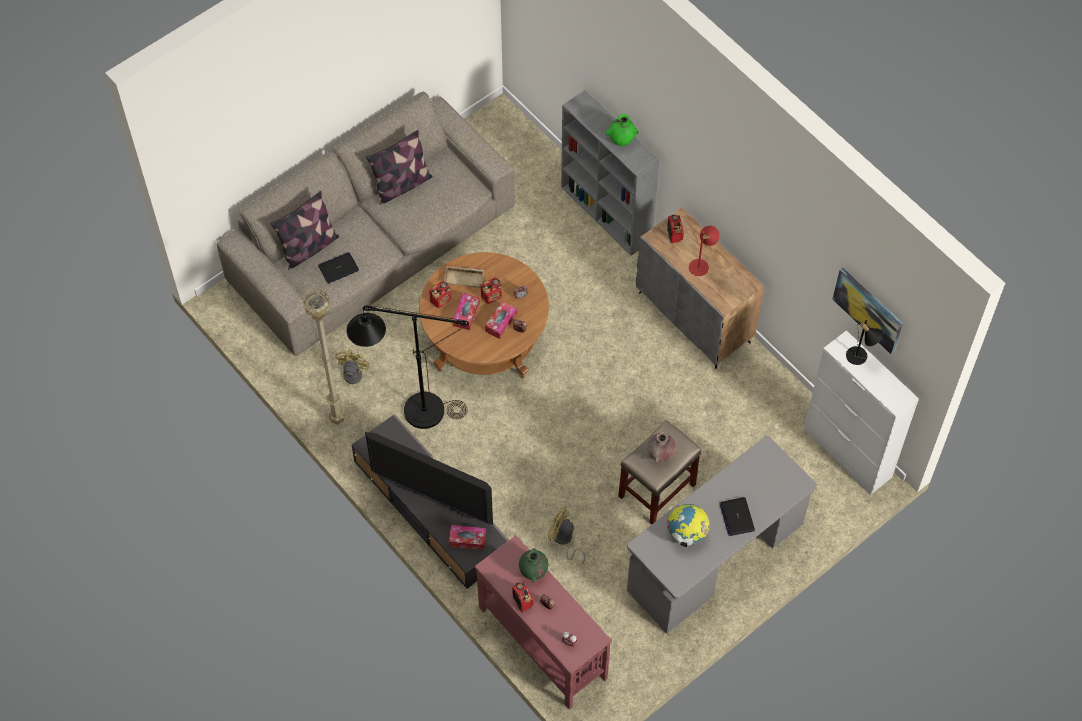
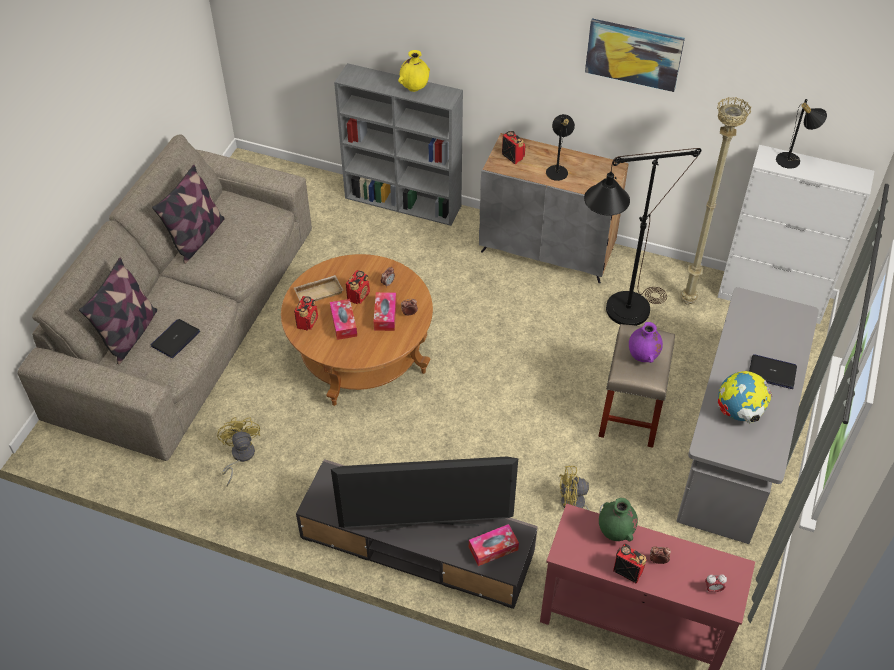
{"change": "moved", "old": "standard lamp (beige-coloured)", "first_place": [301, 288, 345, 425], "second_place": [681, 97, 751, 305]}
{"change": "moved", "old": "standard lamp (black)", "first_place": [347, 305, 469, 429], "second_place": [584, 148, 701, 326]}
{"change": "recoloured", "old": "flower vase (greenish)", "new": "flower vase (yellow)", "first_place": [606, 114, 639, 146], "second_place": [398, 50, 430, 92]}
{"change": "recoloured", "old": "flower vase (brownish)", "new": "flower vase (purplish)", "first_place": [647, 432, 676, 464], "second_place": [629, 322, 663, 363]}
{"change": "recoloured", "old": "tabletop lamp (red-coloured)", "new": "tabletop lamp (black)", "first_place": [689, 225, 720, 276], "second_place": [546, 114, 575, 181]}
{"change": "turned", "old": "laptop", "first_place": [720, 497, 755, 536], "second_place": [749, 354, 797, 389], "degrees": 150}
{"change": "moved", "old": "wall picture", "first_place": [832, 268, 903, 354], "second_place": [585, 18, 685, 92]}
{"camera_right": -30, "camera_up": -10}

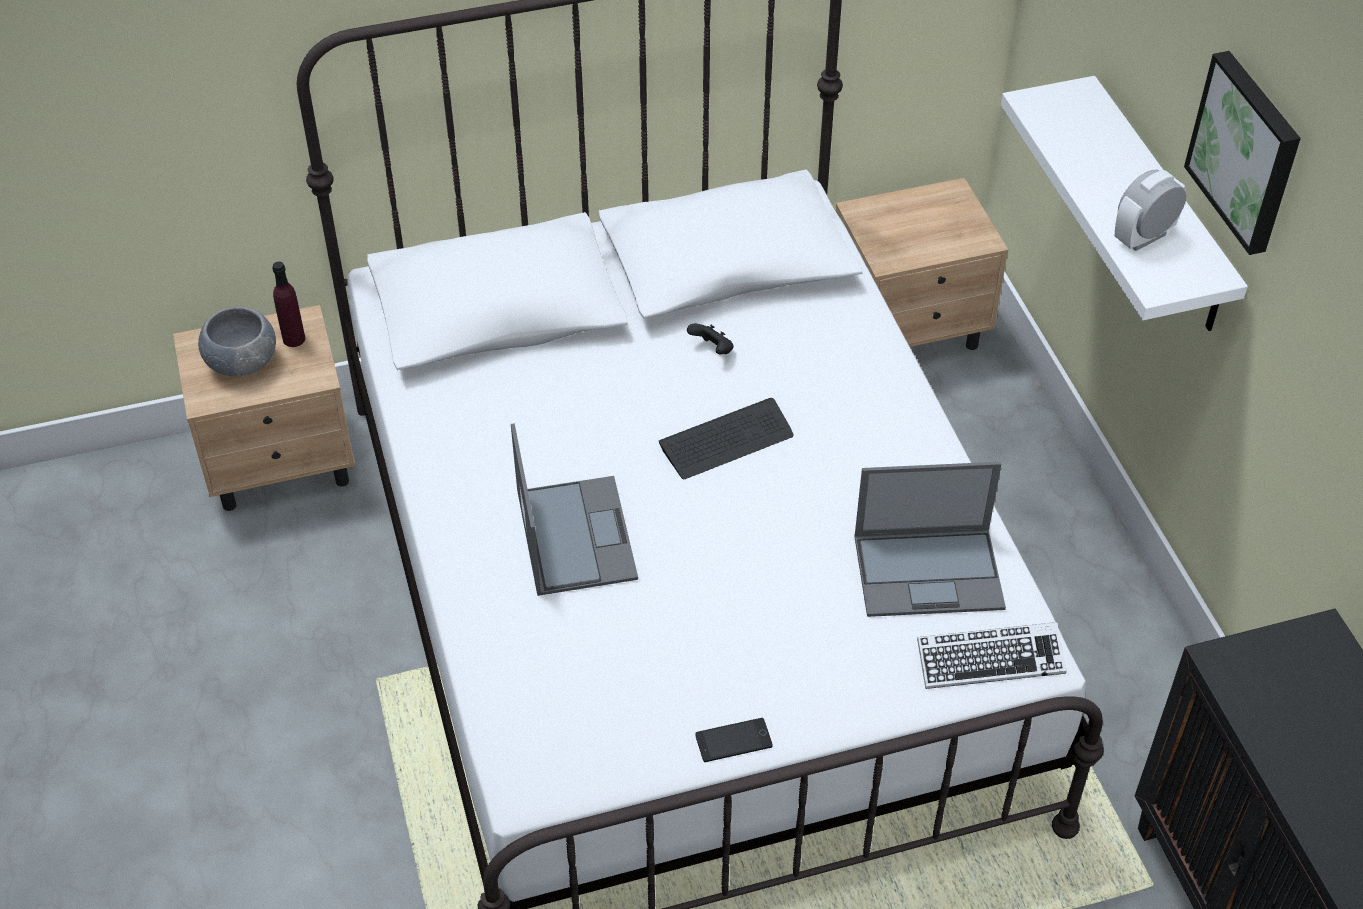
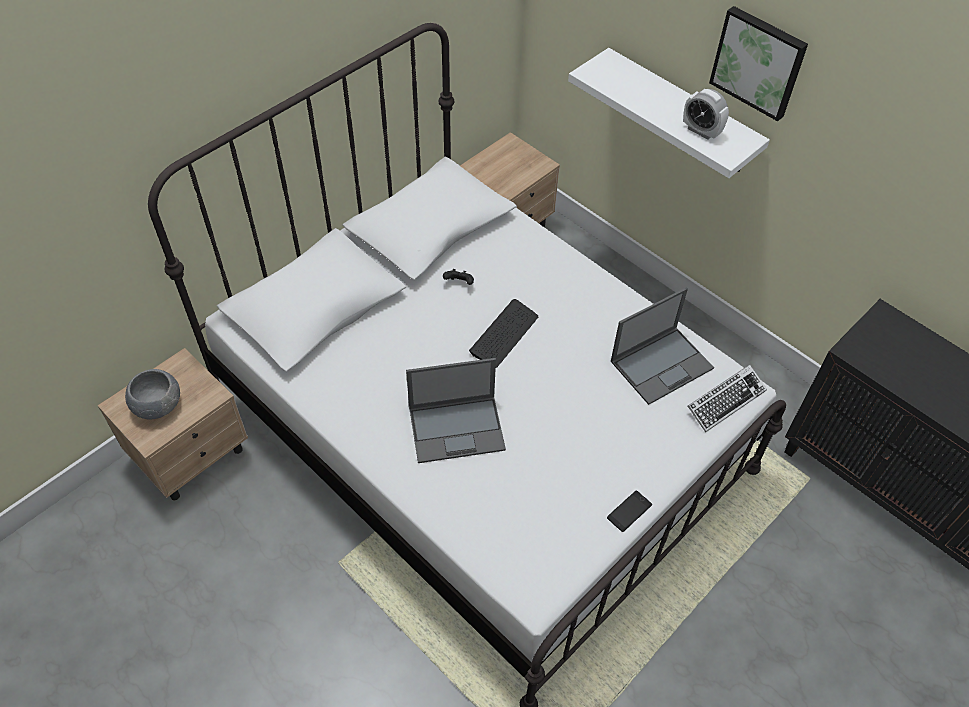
{"change": "removed", "old": "bottle (purplish)", "first_place": [272, 262, 305, 347]}
{"change": "turned", "old": "laptop", "first_place": [511, 423, 638, 596], "second_place": [406, 358, 506, 463], "degrees": 120}
{"change": "turned", "old": "table clock", "first_place": [1115, 170, 1186, 251], "second_place": [683, 89, 729, 140], "degrees": -75}
{"camera_right": -30, "camera_up": 5}

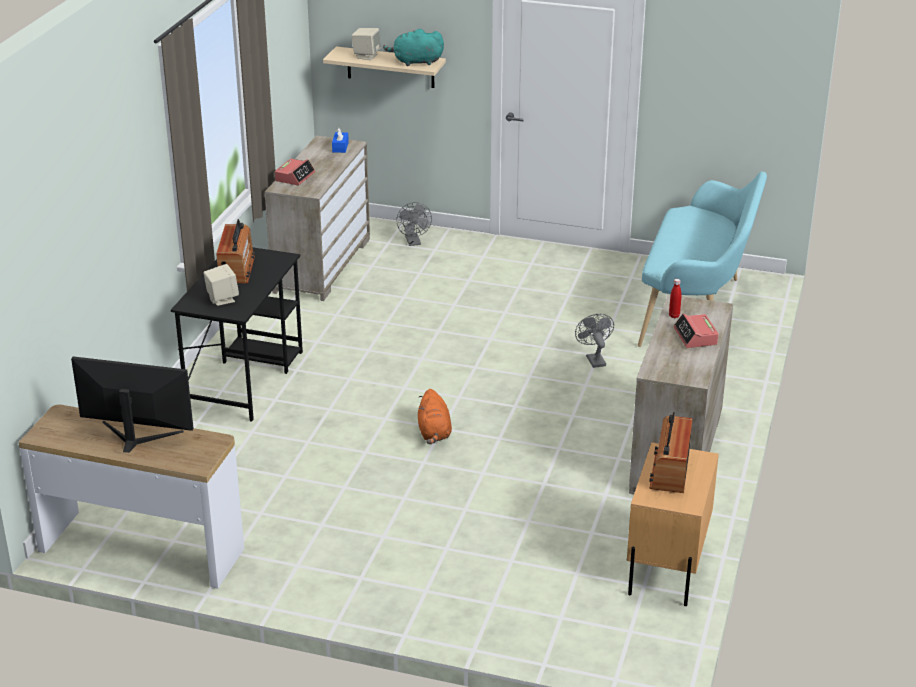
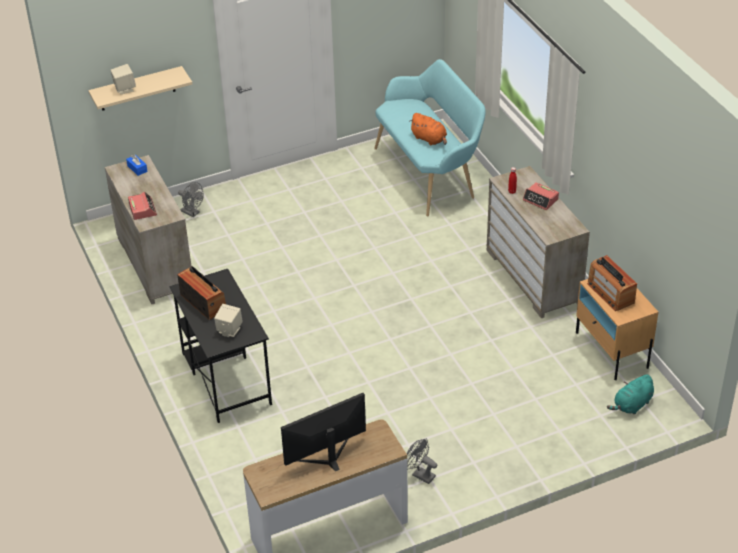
{"change": "moved", "old": "cuddly toy (turquoise)", "first_place": [383, 29, 444, 66], "second_place": [607, 375, 654, 414]}
{"change": "moved", "old": "cuddly toy (orange-coloured)", "first_place": [418, 389, 452, 444], "second_place": [409, 113, 447, 145]}
{"change": "moved", "old": "electric fan (grey)", "first_place": [575, 314, 614, 368], "second_place": [407, 439, 437, 484]}
{"camera_right": -40, "camera_up": 10}

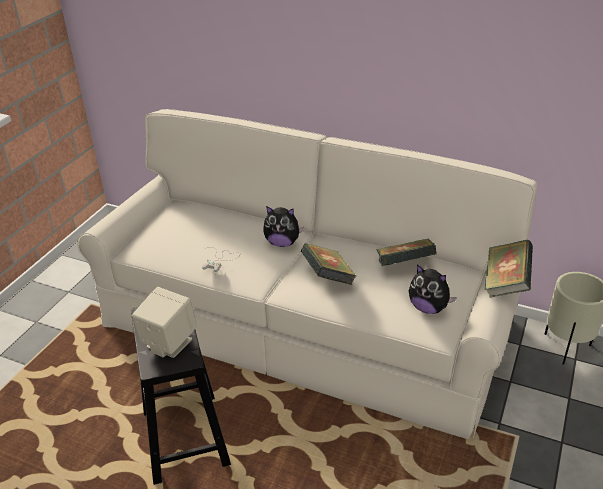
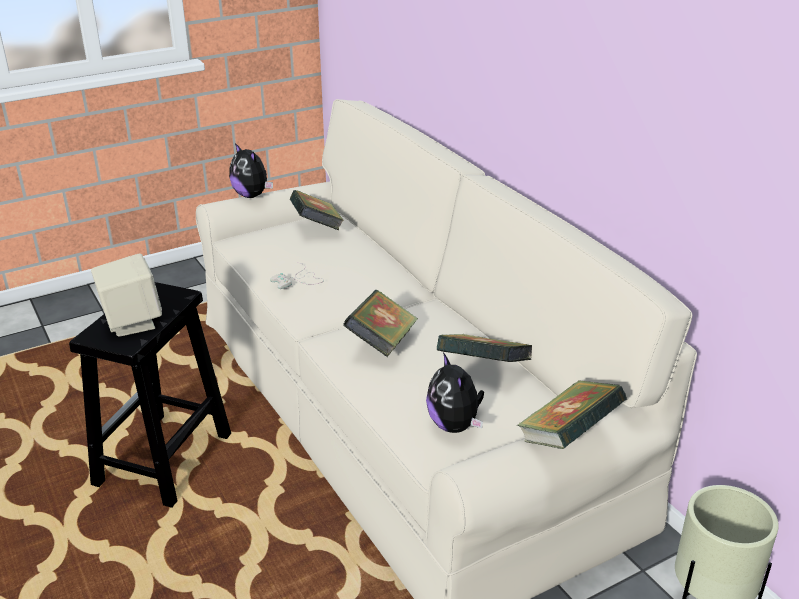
{"change": "moved", "old": "cuddly toy", "first_place": [263, 206, 304, 247], "second_place": [229, 143, 273, 198]}
{"change": "added", "new": "book", "second_place": [290, 190, 344, 230]}
{"camera_right": 35, "camera_up": -5}

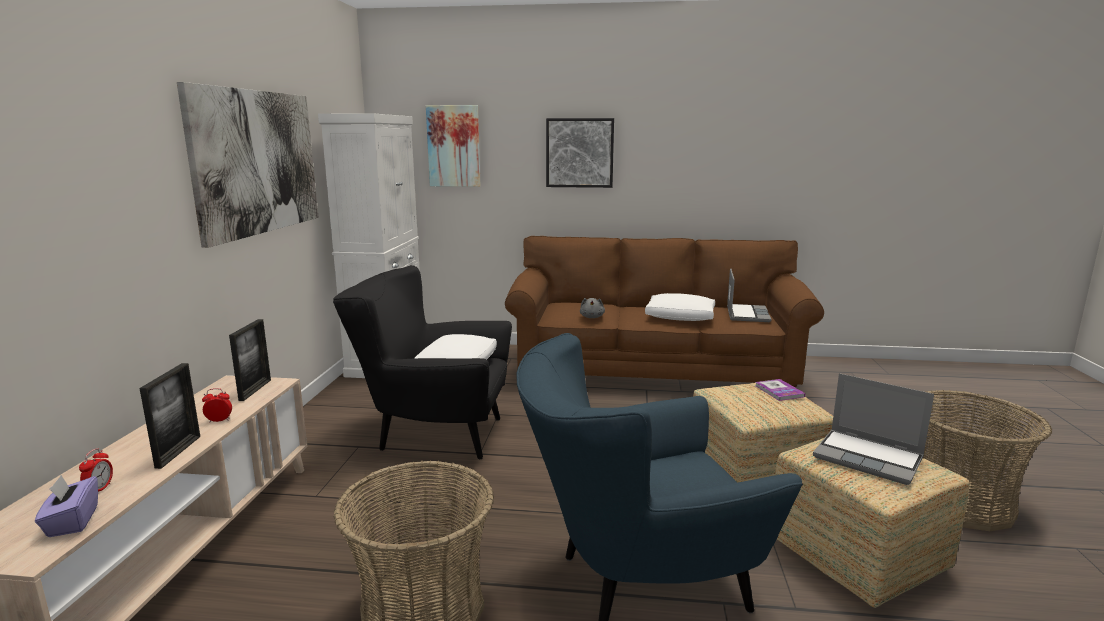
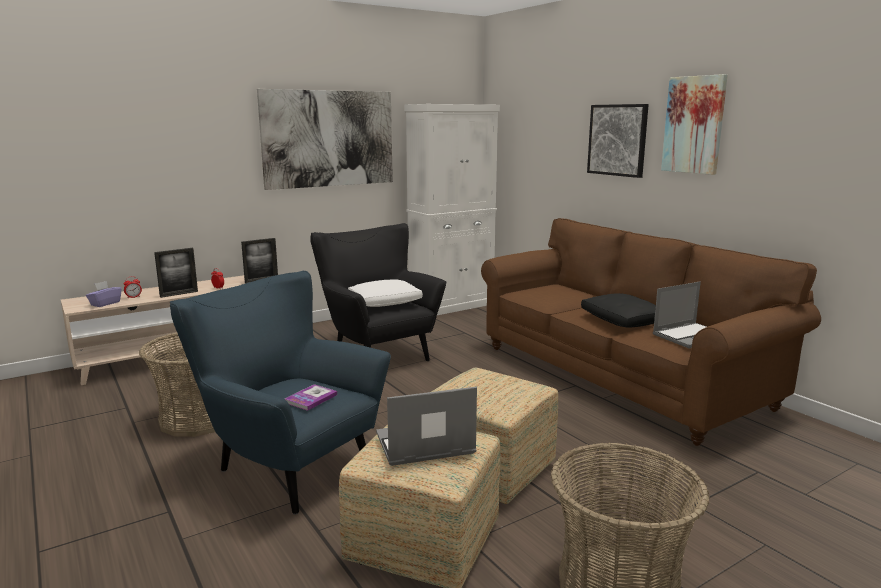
{"change": "moved", "old": "wall picture", "first_place": [426, 105, 480, 187], "second_place": [661, 74, 728, 175]}
{"change": "removed", "old": "cuddly toy (grey)", "first_place": [580, 298, 605, 318]}
{"change": "recoloured", "old": "cushion (white-coloured)", "new": "cushion (black)", "first_place": [645, 293, 715, 321], "second_place": [581, 293, 656, 328]}
{"change": "moved", "old": "book", "first_place": [756, 379, 805, 401], "second_place": [285, 384, 337, 411]}
{"change": "turned", "old": "laptop", "first_place": [813, 373, 934, 485], "second_place": [376, 387, 477, 466], "degrees": 75}
{"camera_right": 50, "camera_up": 0}

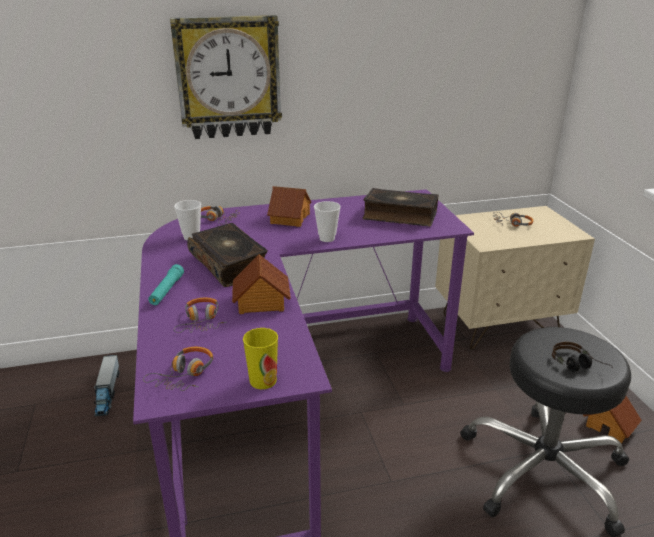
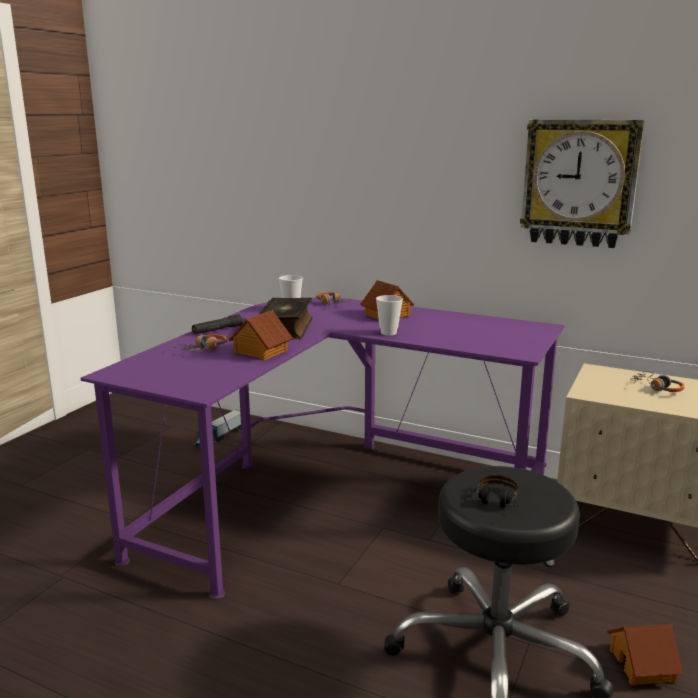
{"change": "removed", "old": "headset", "first_place": [143, 347, 213, 391]}
{"change": "recoloured", "old": "hand torch (turquoise)", "new": "hand torch (black)", "first_place": [148, 264, 184, 305], "second_place": [192, 314, 243, 334]}
{"change": "moved", "old": "clock on the wall", "first_place": [170, 15, 282, 139], "second_place": [520, 119, 645, 248]}
{"change": "removed", "old": "drinking cup", "first_place": [243, 328, 278, 389]}
{"change": "removed", "old": "book", "first_place": [363, 188, 439, 226]}
{"camera_right": 40, "camera_up": -10}

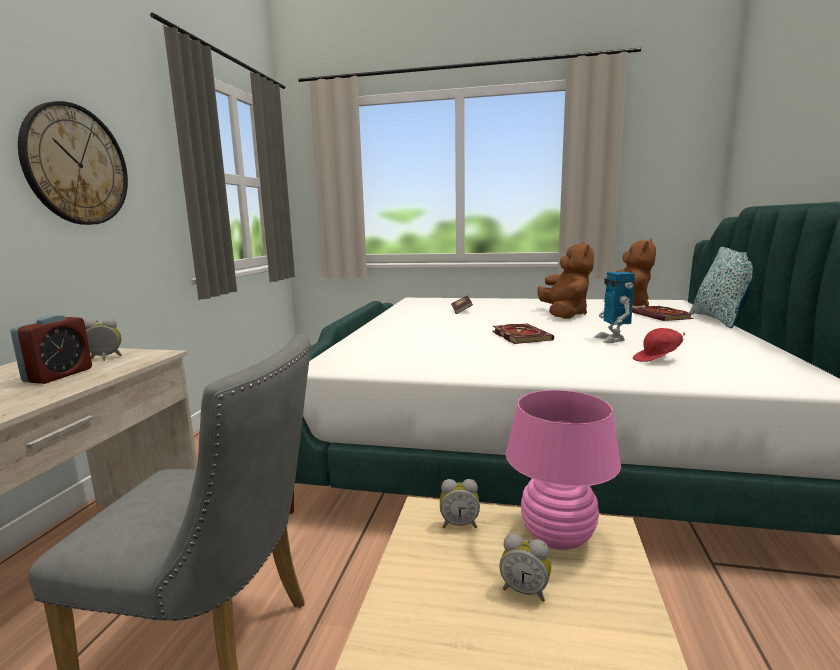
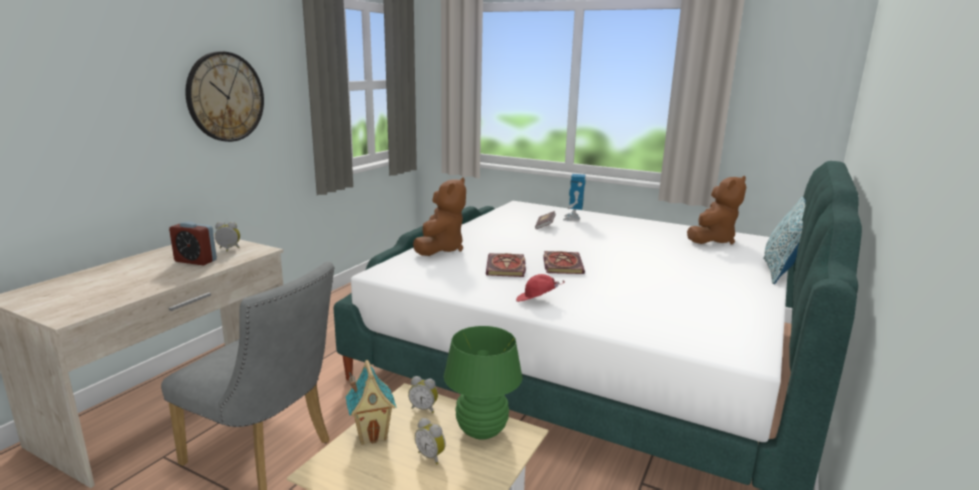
{"change": "turned", "old": "table clock", "first_place": [10, 315, 92, 384], "second_place": [169, 221, 217, 265], "degrees": 75}
{"change": "recoloured", "old": "tabletop lamp (pinkish)", "new": "tabletop lamp (greenish)", "first_place": [506, 390, 621, 550], "second_place": [444, 326, 522, 440]}
{"change": "moved", "old": "cuddly toy (brownish)", "first_place": [537, 242, 594, 319], "second_place": [413, 178, 466, 256]}
{"change": "moved", "old": "robot figure", "first_place": [594, 272, 635, 343], "second_place": [563, 174, 586, 221]}
{"change": "moved", "old": "book", "first_place": [632, 306, 694, 321], "second_place": [486, 253, 526, 277]}
{"change": "moved", "old": "peaked cap (red-coloured)", "first_place": [633, 328, 685, 362], "second_place": [516, 274, 565, 302]}
{"change": "added", "new": "model house", "second_place": [346, 360, 396, 445]}
{"camera_right": 15, "camera_up": 5}

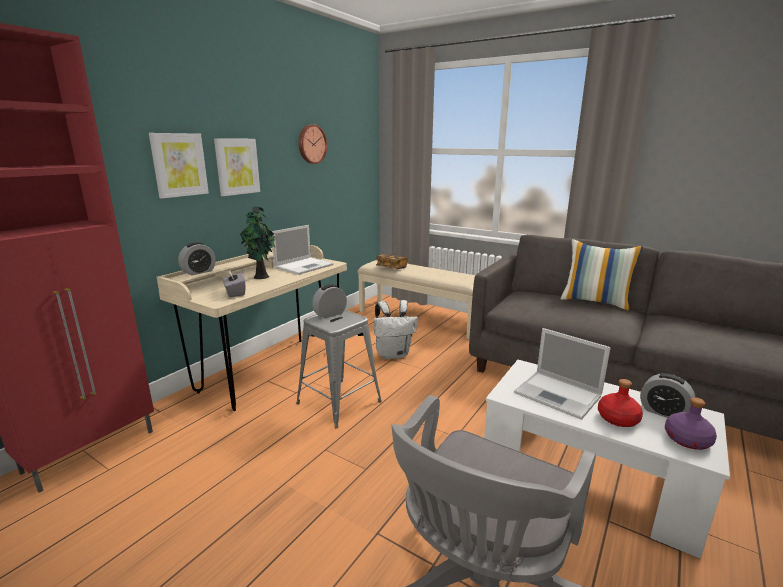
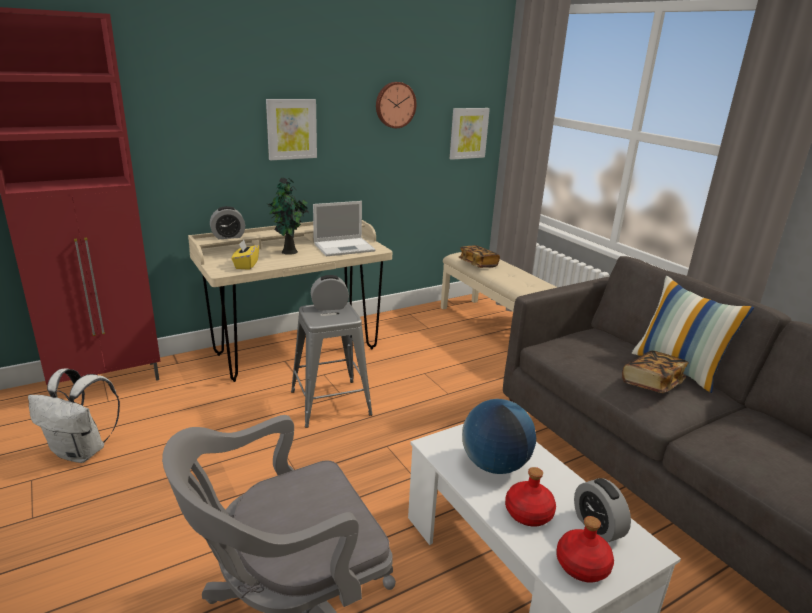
{"change": "moved", "old": "wall picture", "first_place": [149, 133, 209, 199], "second_place": [450, 108, 490, 160]}
{"change": "recoloured", "old": "tissue holder (grey)", "new": "tissue holder (yellow)", "first_place": [223, 269, 245, 297], "second_place": [231, 240, 259, 270]}
{"change": "moved", "old": "backpack (white-coloured)", "first_place": [374, 300, 418, 359], "second_place": [28, 369, 120, 463]}
{"change": "replaced", "old": "laptop", "new": "world globe", "first_place": [514, 328, 611, 420], "second_place": [462, 399, 536, 474]}
{"change": "recoloured", "old": "bottle (purplish)", "new": "bottle (red-coloured)", "first_place": [665, 397, 717, 450], "second_place": [556, 516, 614, 583]}
{"change": "added", "new": "book", "second_place": [622, 351, 689, 393]}
{"camera_right": 25, "camera_up": 5}

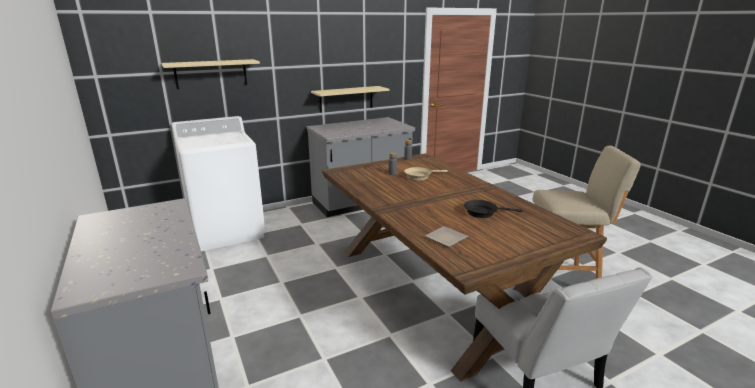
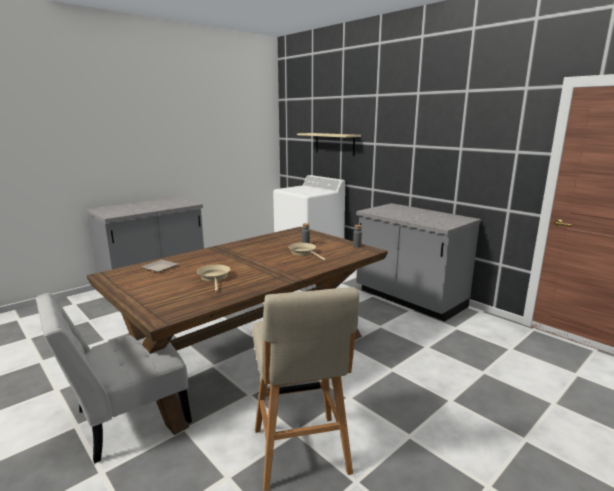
{"change": "removed", "old": "wall shelf (beige-coloured)", "first_place": [311, 86, 390, 112]}
{"change": "recoloured", "old": "skillet (black)", "new": "skillet (beige-coloured)", "first_place": [464, 200, 523, 218], "second_place": [197, 265, 230, 292]}
{"camera_right": 75, "camera_up": -5}

